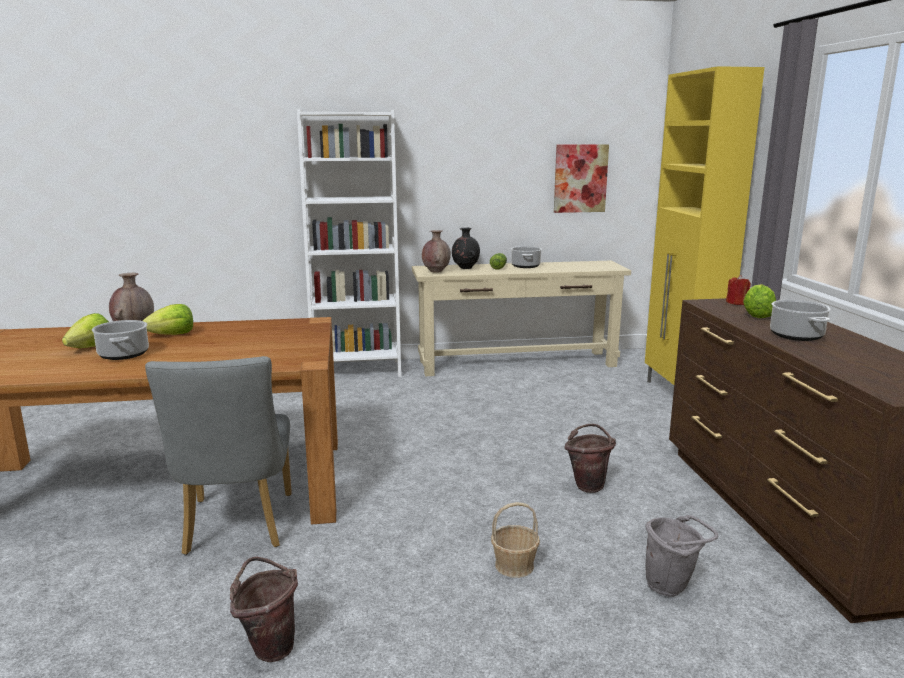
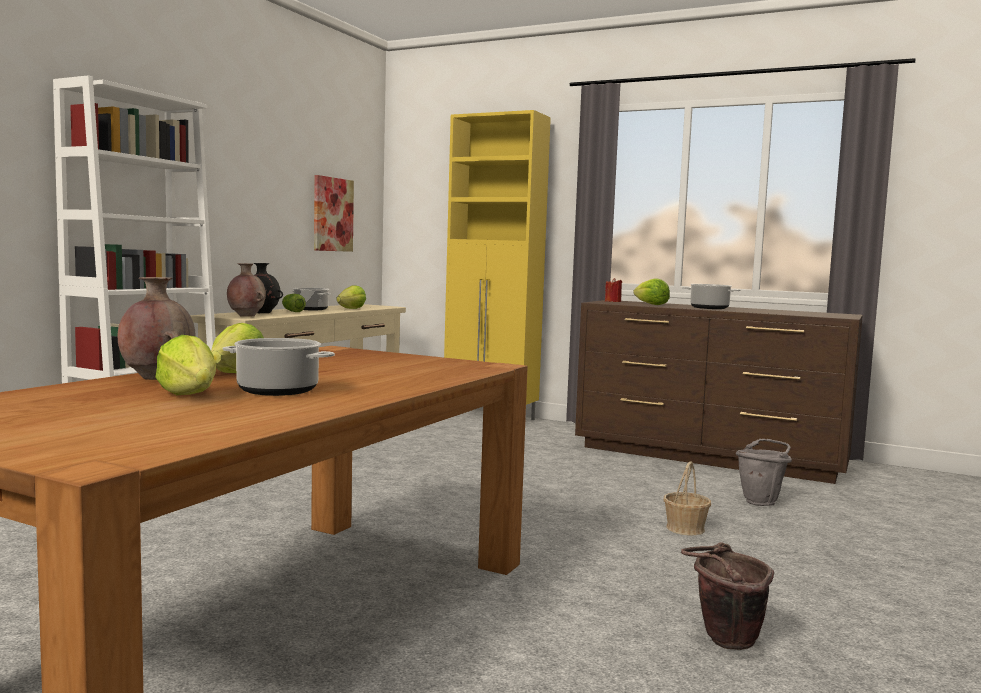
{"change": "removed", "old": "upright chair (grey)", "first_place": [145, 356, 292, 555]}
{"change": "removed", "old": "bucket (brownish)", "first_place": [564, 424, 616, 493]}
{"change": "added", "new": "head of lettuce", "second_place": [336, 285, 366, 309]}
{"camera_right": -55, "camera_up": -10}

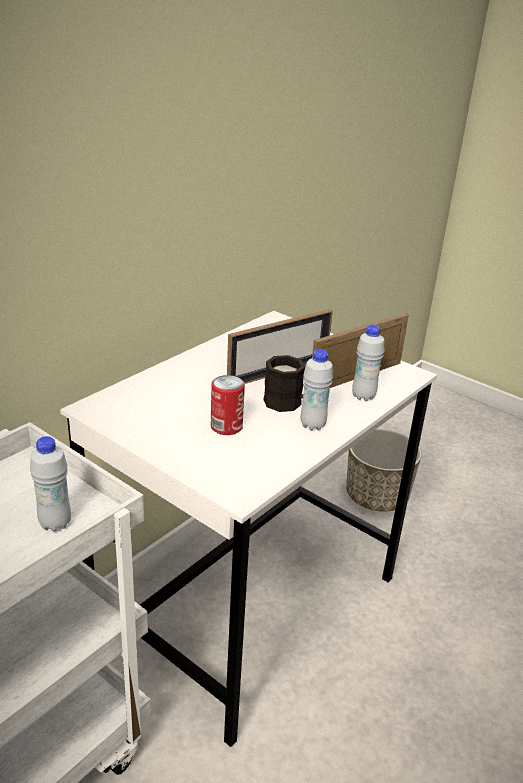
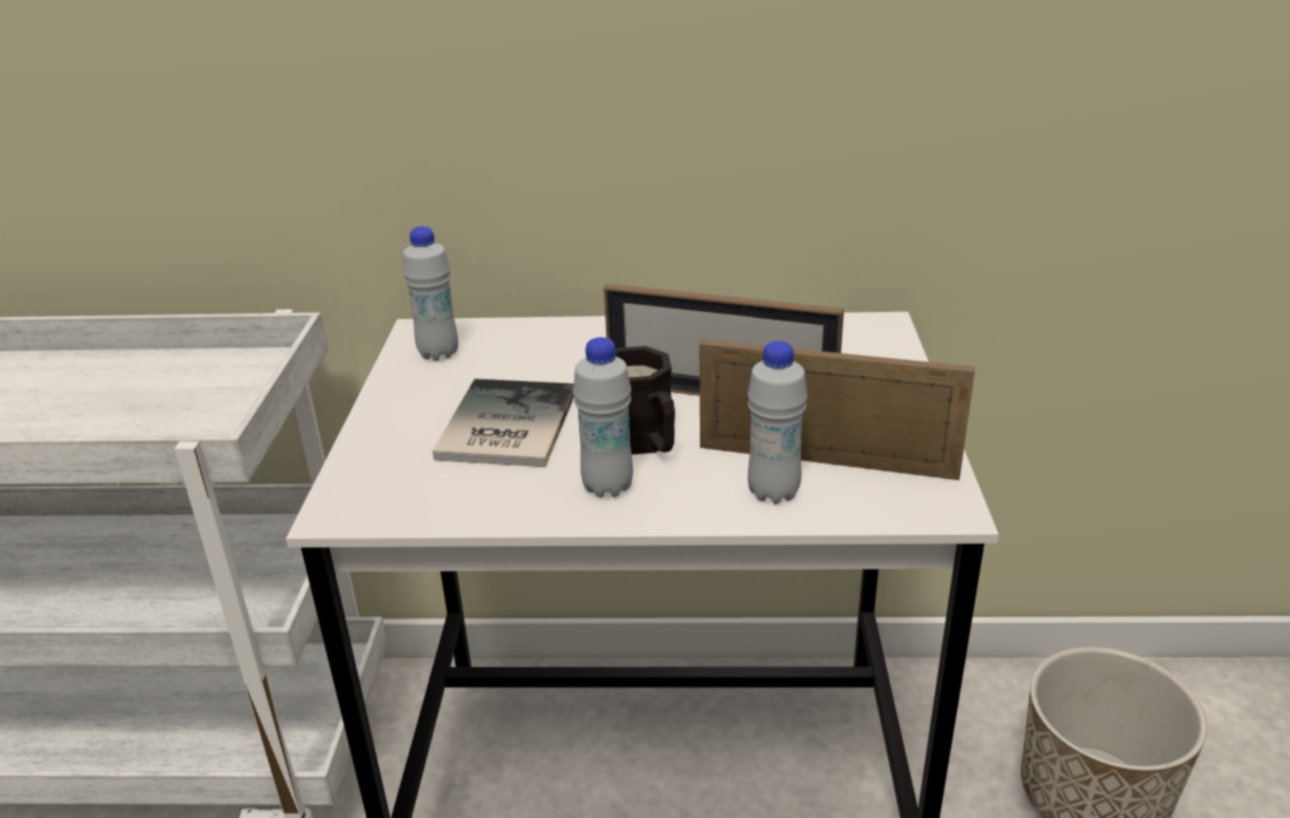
{"change": "moved", "old": "bottle (white-coloured)", "first_place": [30, 436, 71, 532], "second_place": [403, 226, 458, 361]}
{"change": "replaced", "old": "sealed can", "new": "book", "first_place": [211, 375, 245, 435], "second_place": [432, 379, 574, 467]}
{"camera_right": 55, "camera_up": 0}

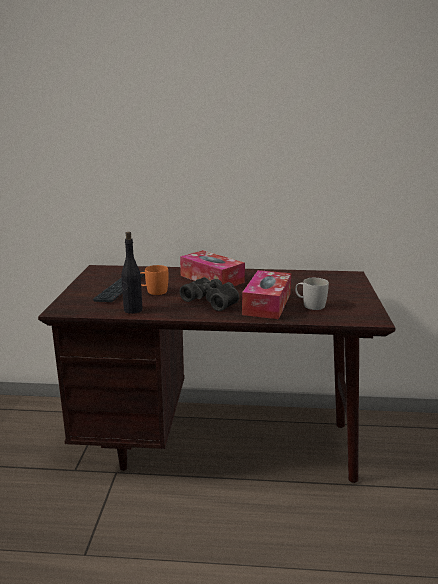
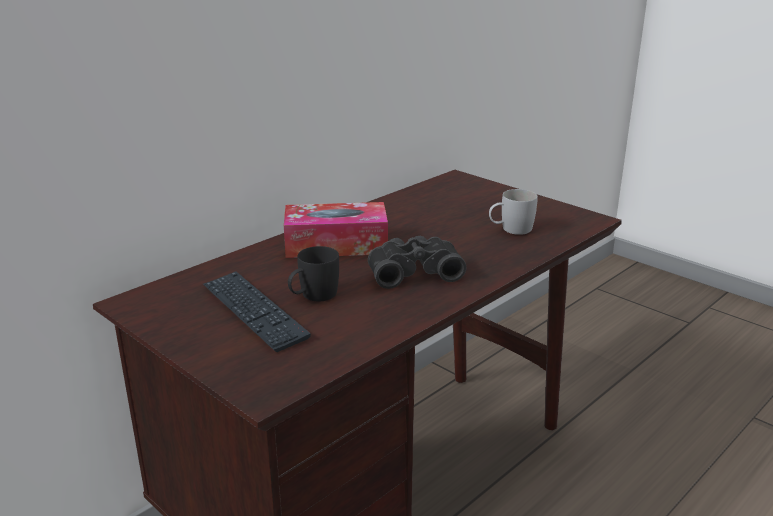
{"change": "removed", "old": "bottle (black)", "first_place": [121, 232, 143, 314]}
{"change": "recoloured", "old": "tea mug (orange-coloured)", "new": "tea mug (black)", "first_place": [140, 265, 168, 295], "second_place": [288, 246, 339, 301]}
{"change": "removed", "old": "tissue holder", "first_place": [242, 270, 291, 319]}
{"camera_right": -50, "camera_up": 5}

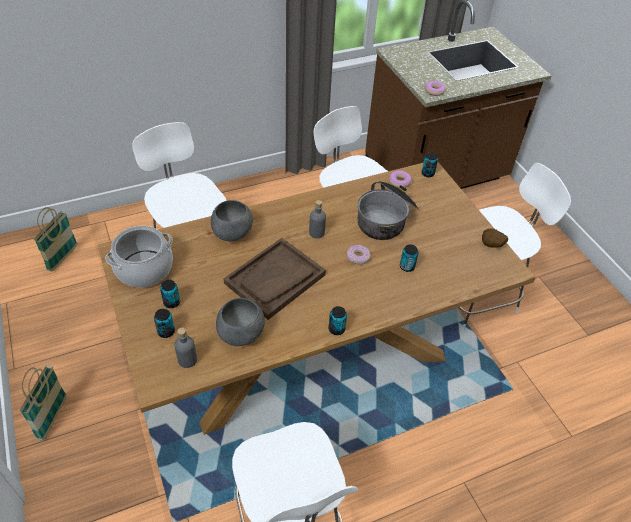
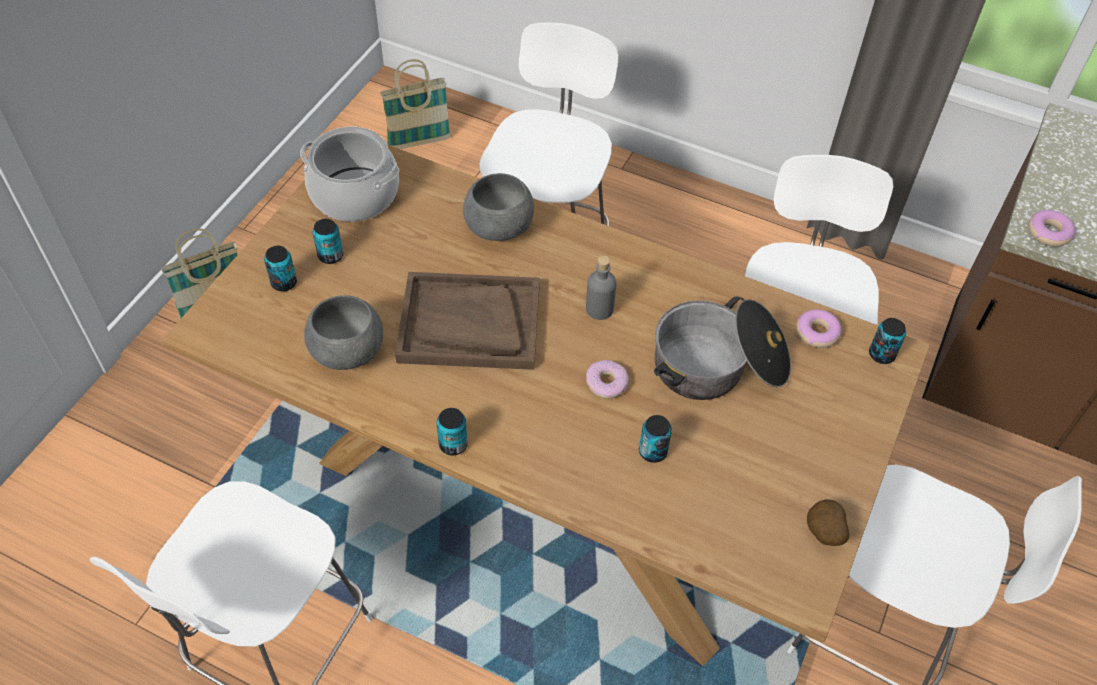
{"change": "removed", "old": "bottle (grey)", "first_place": [174, 327, 197, 368]}
{"camera_right": 50, "camera_up": 5}

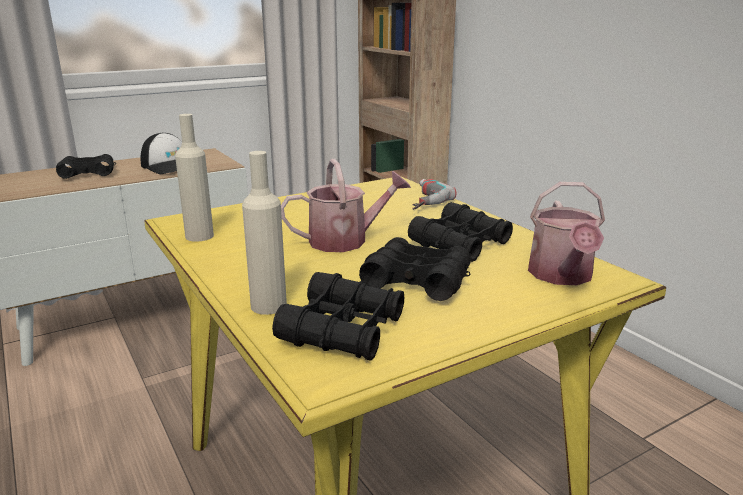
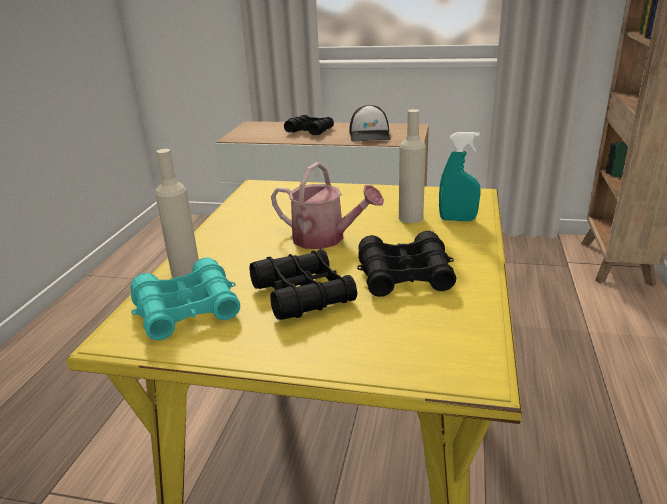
{"change": "moved", "old": "bottle (beige-coloured)", "first_place": [175, 114, 214, 242], "second_place": [399, 109, 426, 223]}
{"change": "recoloured", "old": "binoculars (black)", "new": "binoculars (turquoise)", "first_place": [272, 272, 404, 361], "second_place": [130, 257, 240, 340]}
{"change": "replaced", "old": "drill", "new": "spray bottle (turquoise)", "first_place": [412, 179, 456, 210], "second_place": [439, 132, 481, 221]}
{"change": "removed", "old": "watering pot", "first_place": [528, 182, 605, 285]}
{"camera_right": 45, "camera_up": 5}

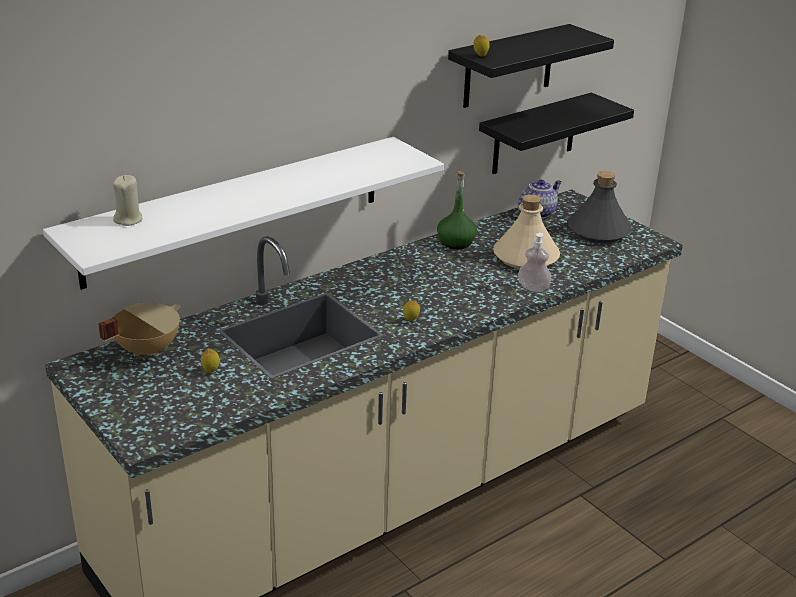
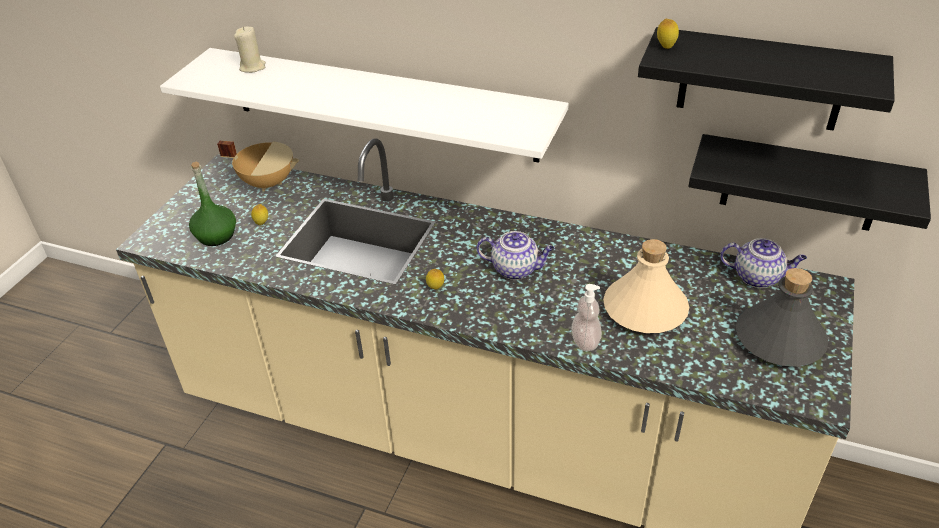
{"change": "moved", "old": "bottle (greenish)", "first_place": [437, 171, 477, 249], "second_place": [189, 162, 236, 246]}
{"change": "added", "new": "tea pot", "second_place": [477, 231, 555, 280]}
{"camera_right": 60, "camera_up": 10}

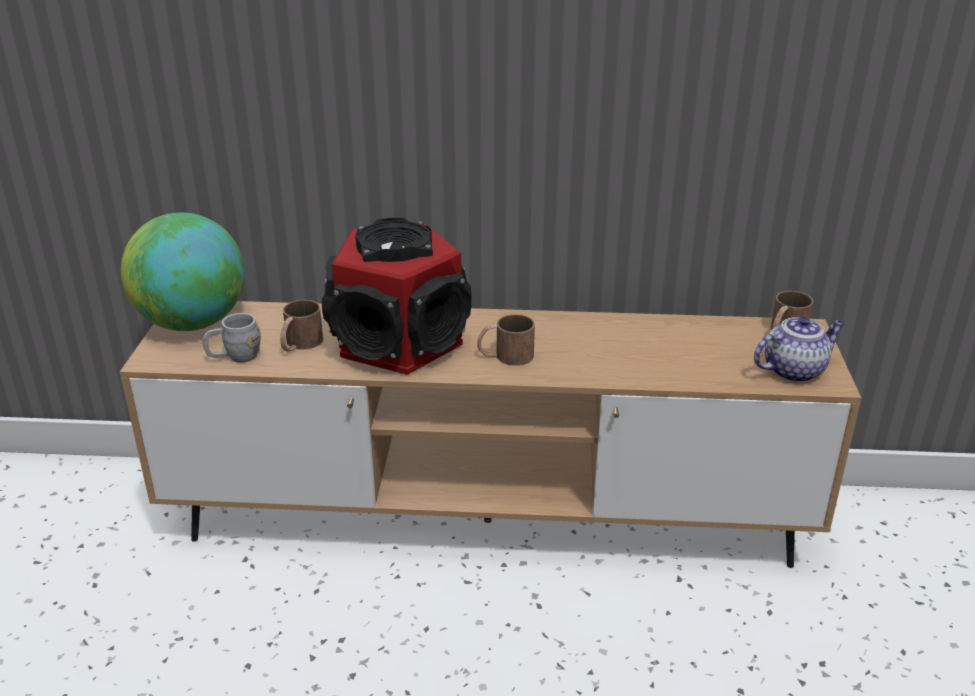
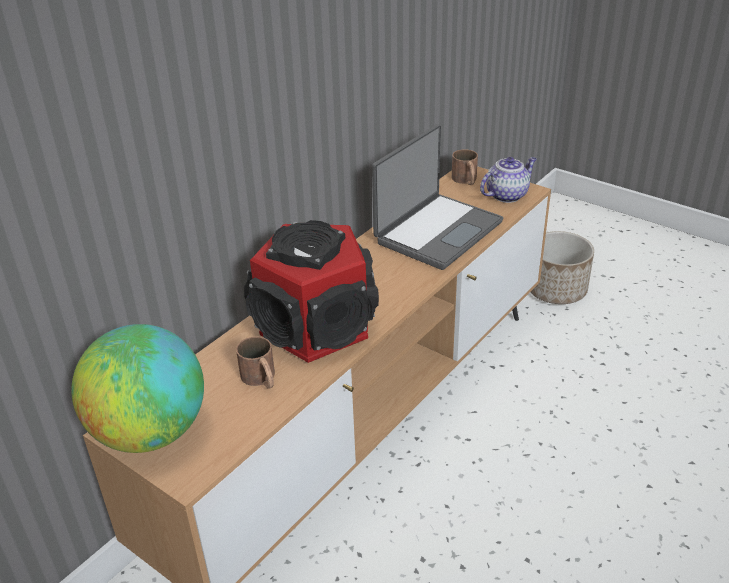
{"change": "removed", "old": "tea mug (grey)", "first_place": [203, 313, 261, 363]}
{"change": "removed", "old": "tea mug (brownish)", "first_place": [477, 314, 535, 366]}
{"change": "turned", "old": "tea pot", "first_place": [754, 316, 845, 382], "second_place": [480, 157, 536, 203], "degrees": 45}
{"change": "added", "new": "laptop", "second_place": [372, 124, 503, 270]}
{"change": "added", "new": "flower pot", "second_place": [530, 231, 594, 304]}
{"camera_right": -55, "camera_up": 5}

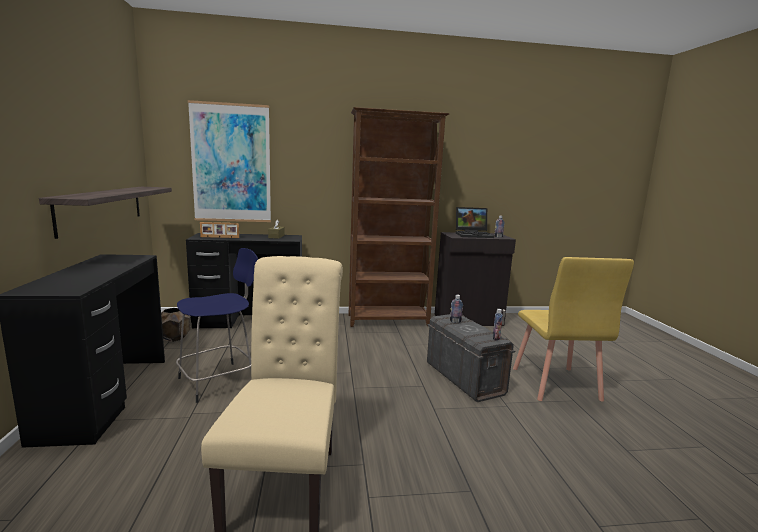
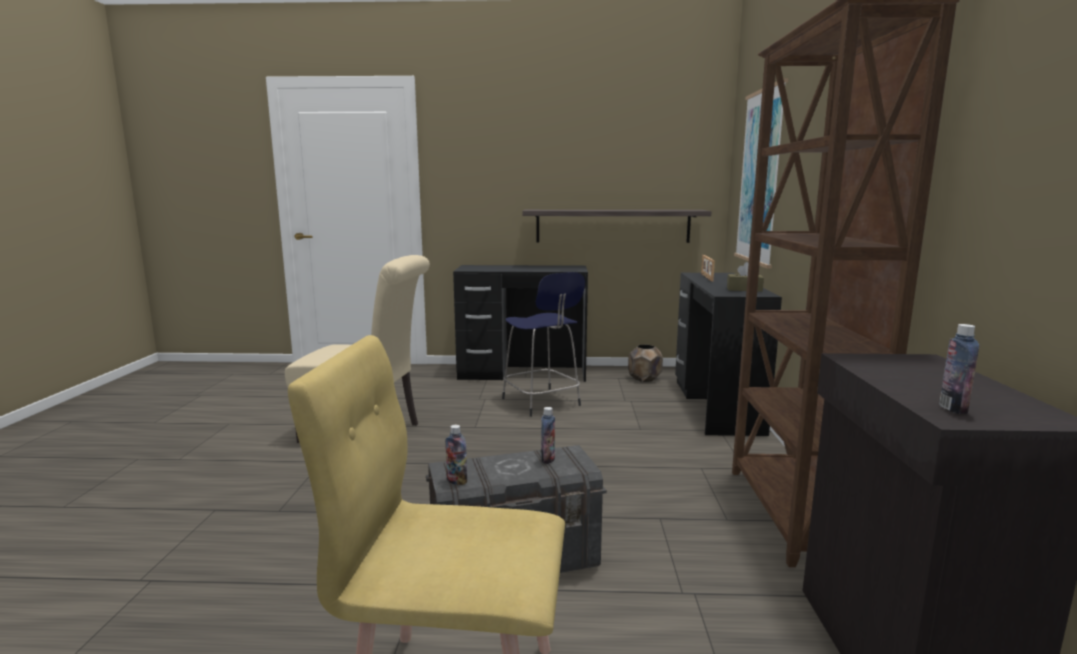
{"change": "removed", "old": "laptop", "first_place": [456, 207, 494, 238]}
{"camera_right": 100, "camera_up": 0}

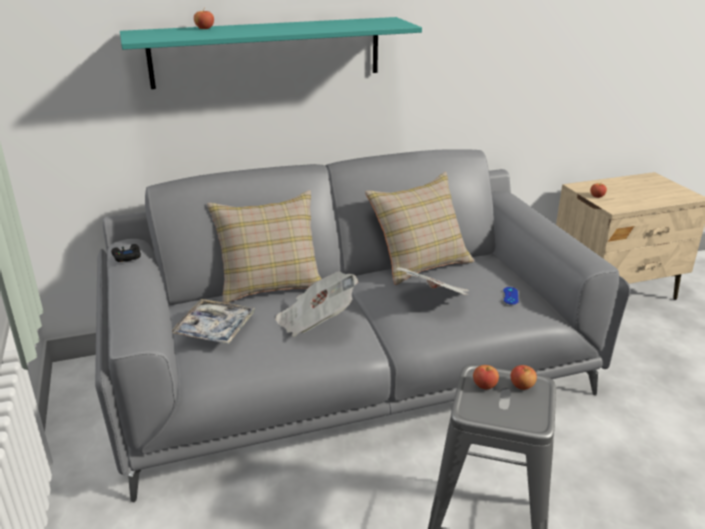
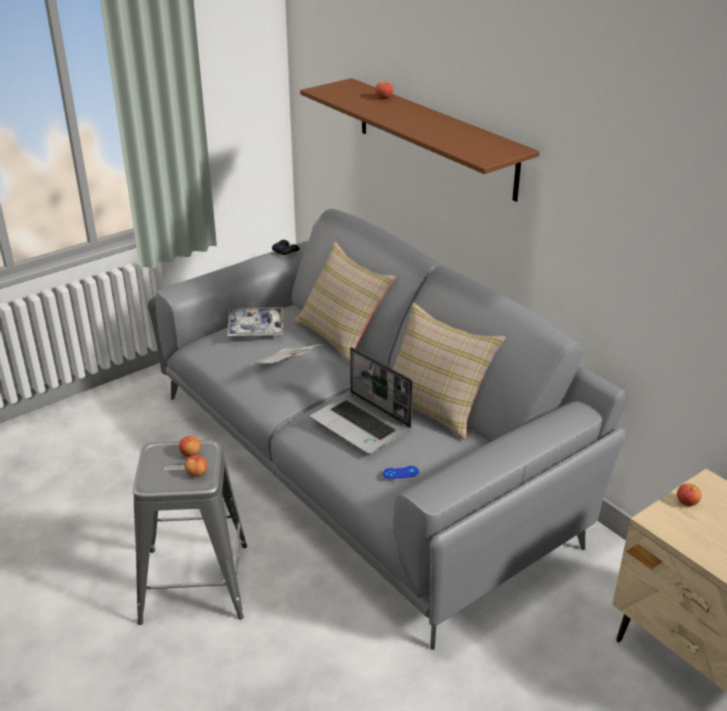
{"change": "recoloured", "old": "wall shelf (turquoise)", "new": "wall shelf (brownish)", "first_place": [120, 17, 422, 89], "second_place": [300, 78, 539, 202]}
{"change": "replaced", "old": "newspaper", "new": "laptop", "first_place": [396, 267, 469, 295], "second_place": [310, 347, 413, 454]}
{"camera_right": 70, "camera_up": 5}

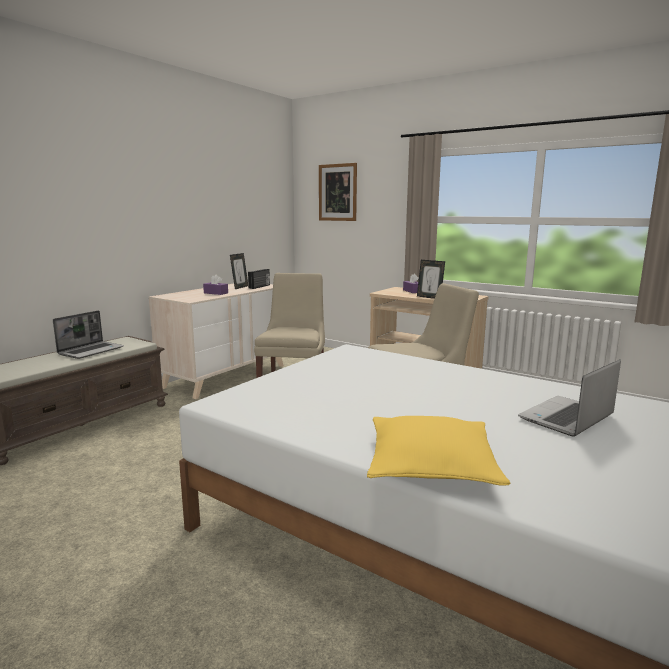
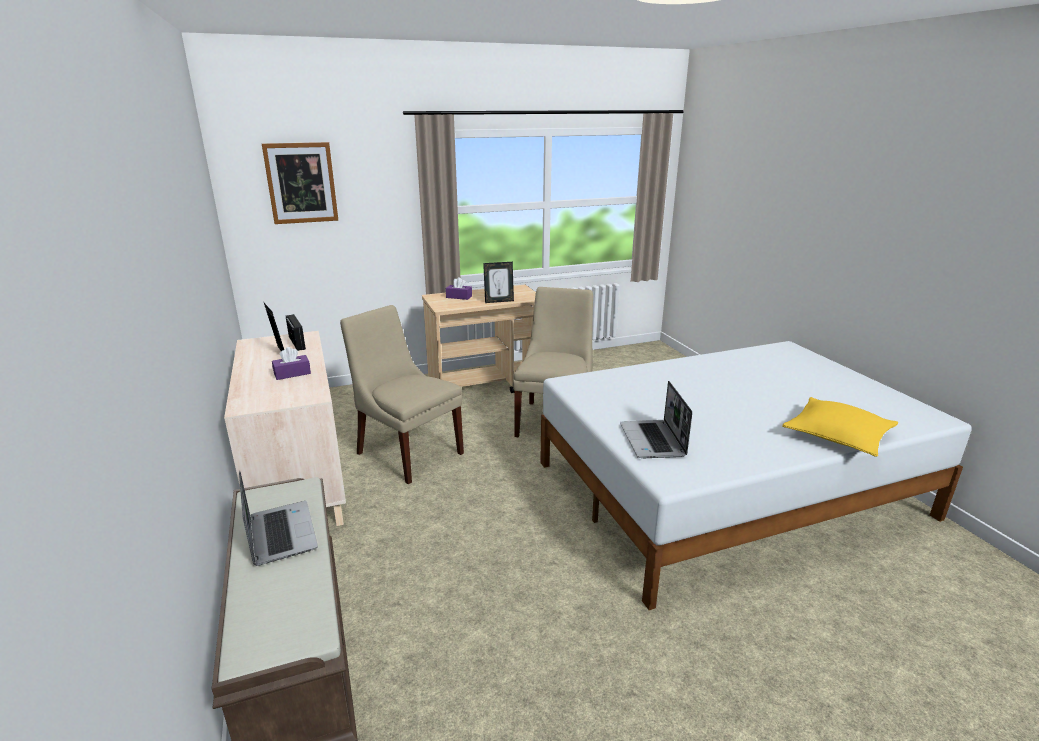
{"change": "moved", "old": "laptop", "first_place": [518, 359, 621, 437], "second_place": [620, 381, 692, 458]}
{"camera_right": -55, "camera_up": 10}

